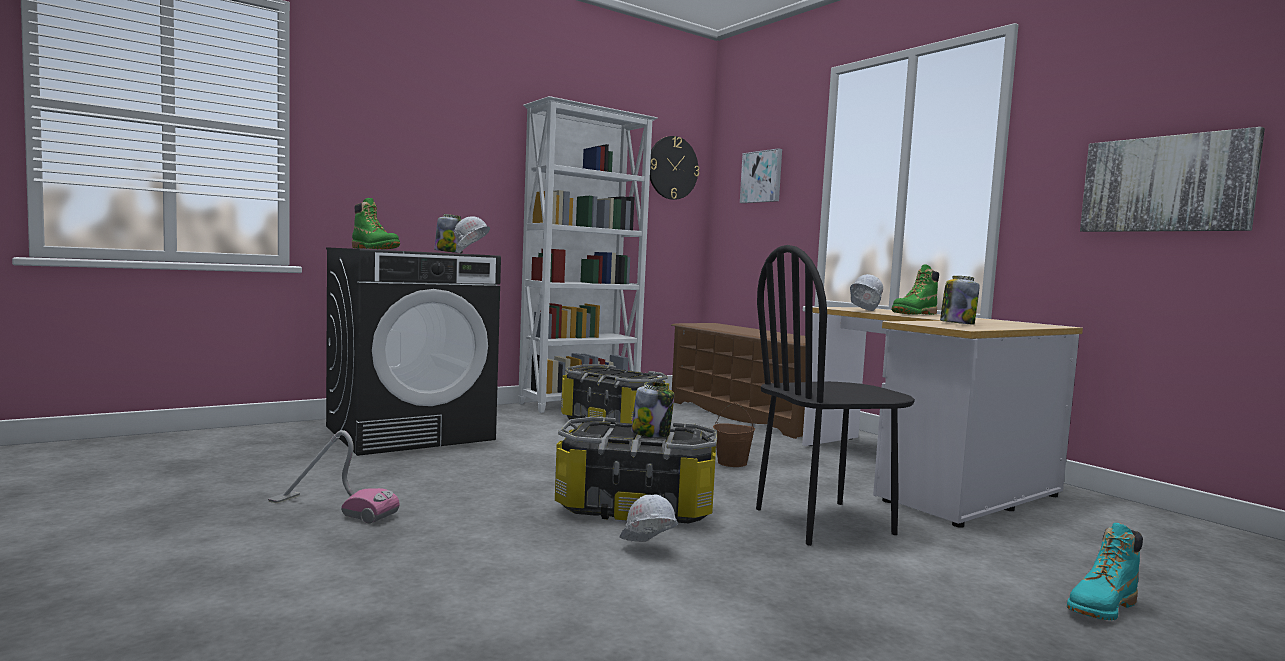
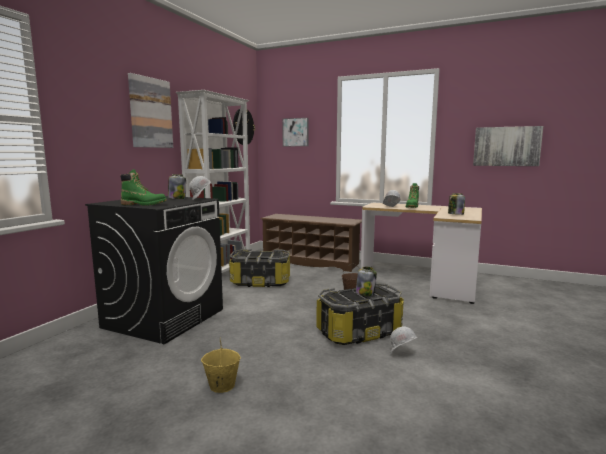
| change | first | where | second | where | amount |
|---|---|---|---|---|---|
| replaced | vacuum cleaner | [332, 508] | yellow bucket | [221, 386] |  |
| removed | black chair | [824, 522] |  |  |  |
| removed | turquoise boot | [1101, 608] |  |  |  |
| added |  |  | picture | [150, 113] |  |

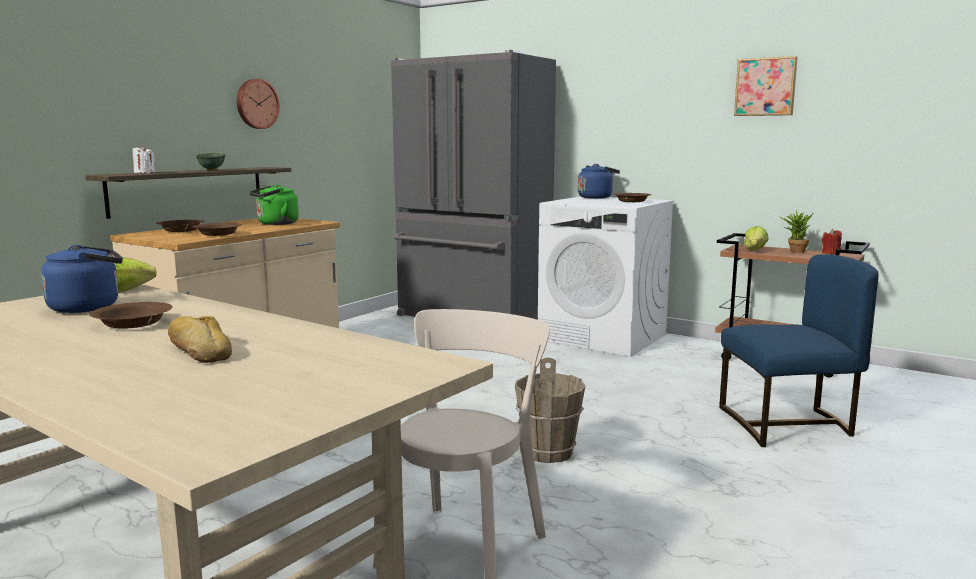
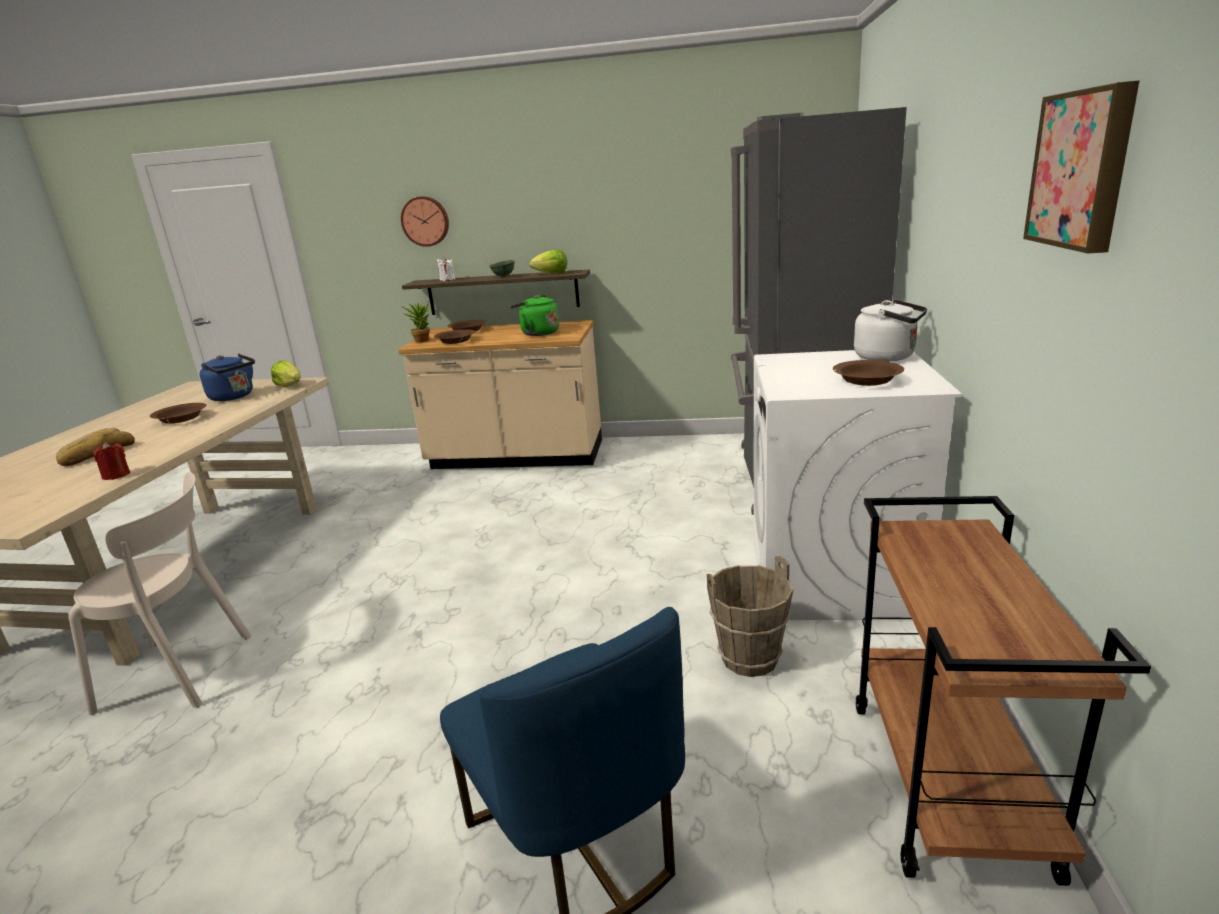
| change | first | where | second | where | amount |
|---|---|---|---|---|---|
| moved | wall clock | [256, 104] |  | [425, 221] |  |
| moved | brown bucket | [549, 453] |  | [750, 659] |  |
| recoloured | blue kettle | [596, 197] | white kettle | [888, 357] |  |
| moved | lettuce | [755, 250] |  | [552, 273] |  |
| moved | potted plant | [794, 251] |  | [422, 340] |  |
| moved | red candle | [830, 253] |  | [116, 475] |  |

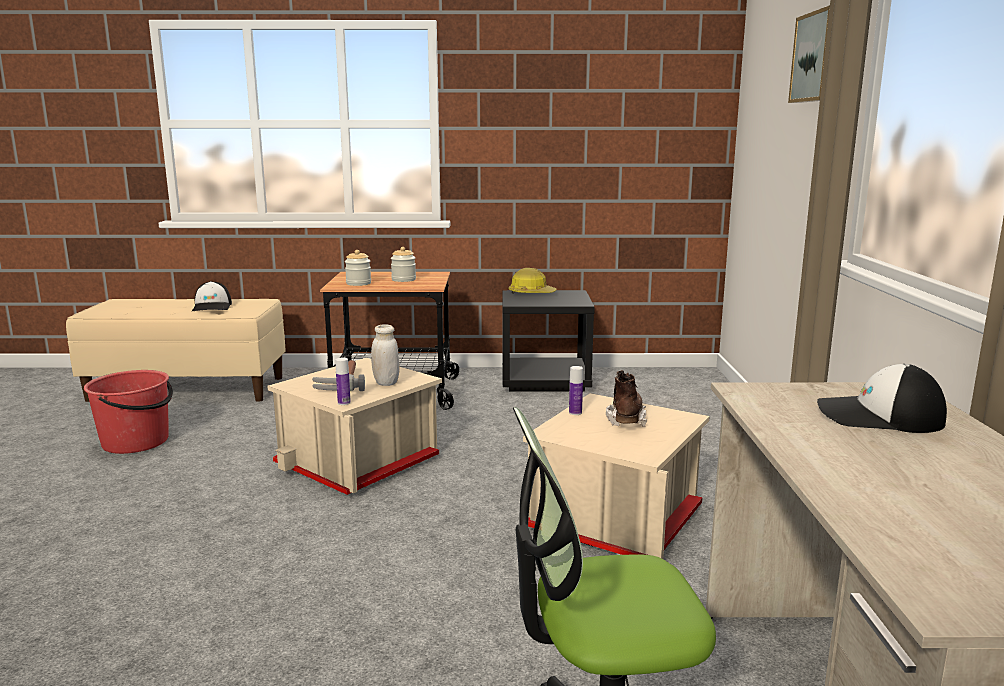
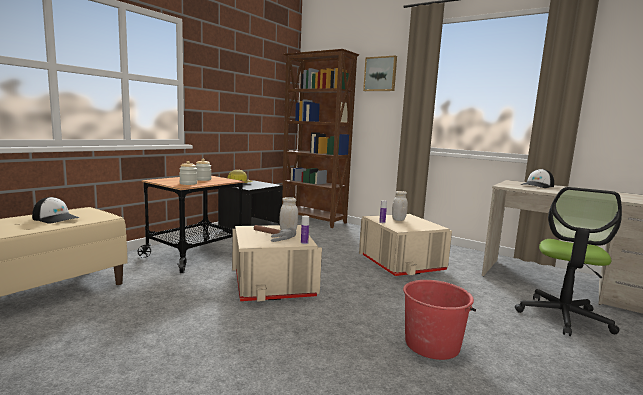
| change | first | where | second | where | amount |
|---|---|---|---|---|---|
| moved | red bucket | [136, 442] |  | [432, 344] |  |
| replaced | brown boot | [626, 418] | white jar | [398, 220] |  |
| added |  |  | brown bookcase | [313, 220] |  |

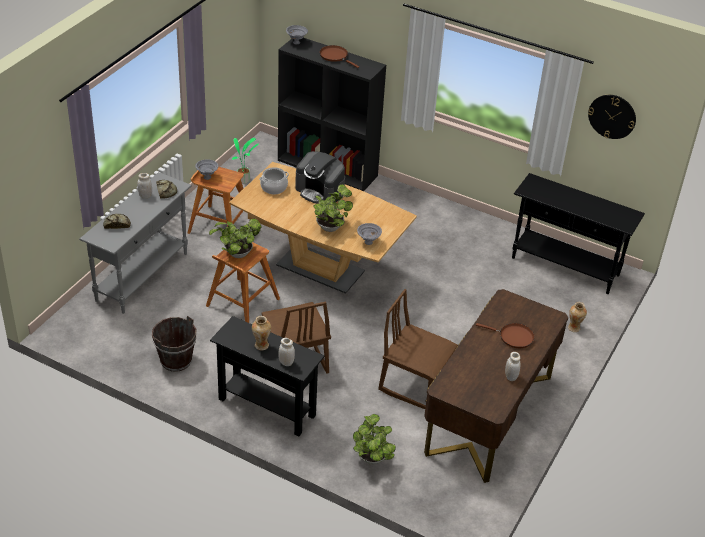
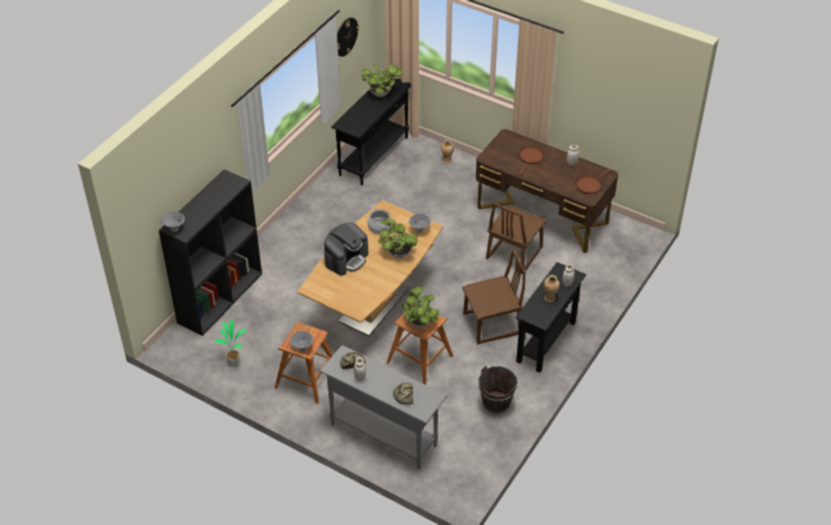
| change | first | where | second | where | amount |
|---|---|---|---|---|---|
| moved | cooking pot | [274, 188] |  | [380, 227] |  |
| moved | brown frying pan | [335, 56] |  | [589, 185] |  |
| moved | potted plant | [372, 460] |  | [382, 93] |  |

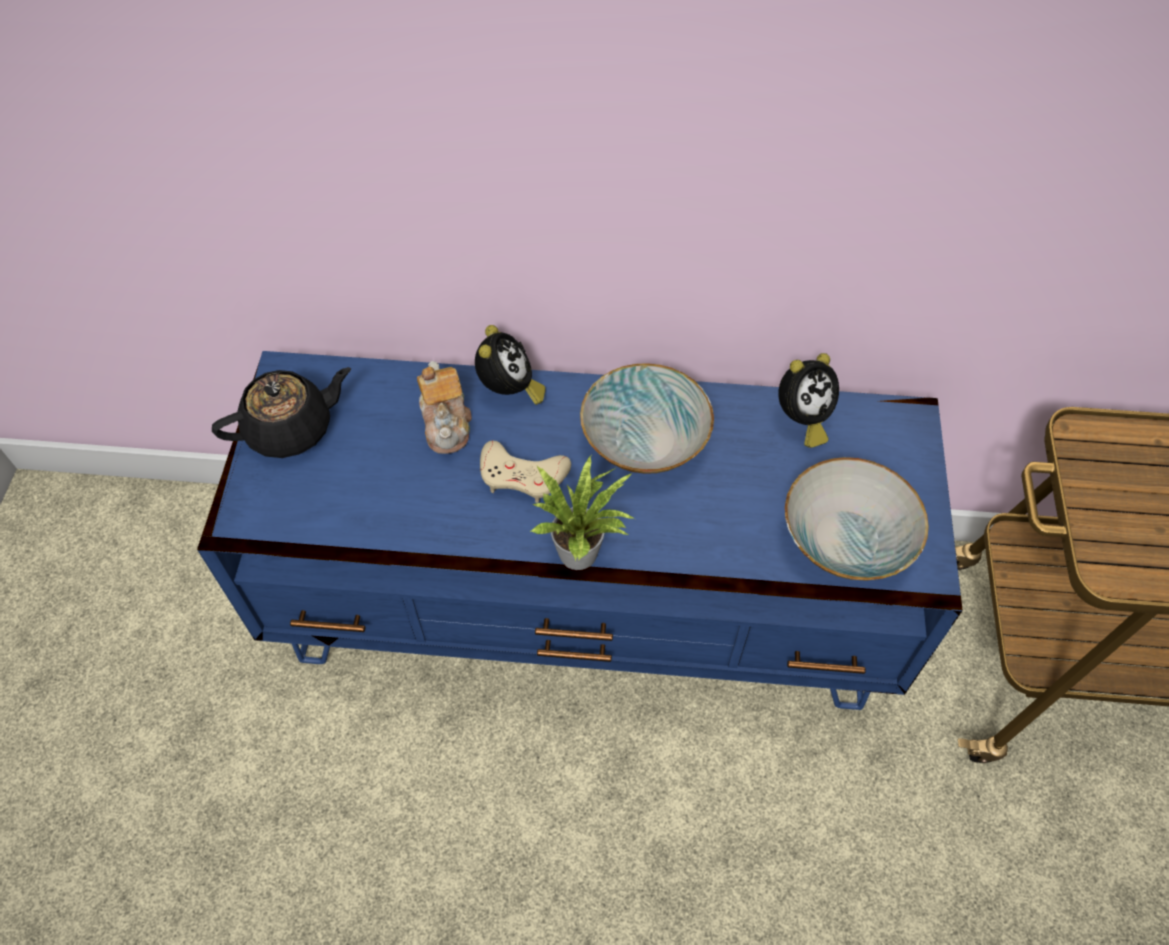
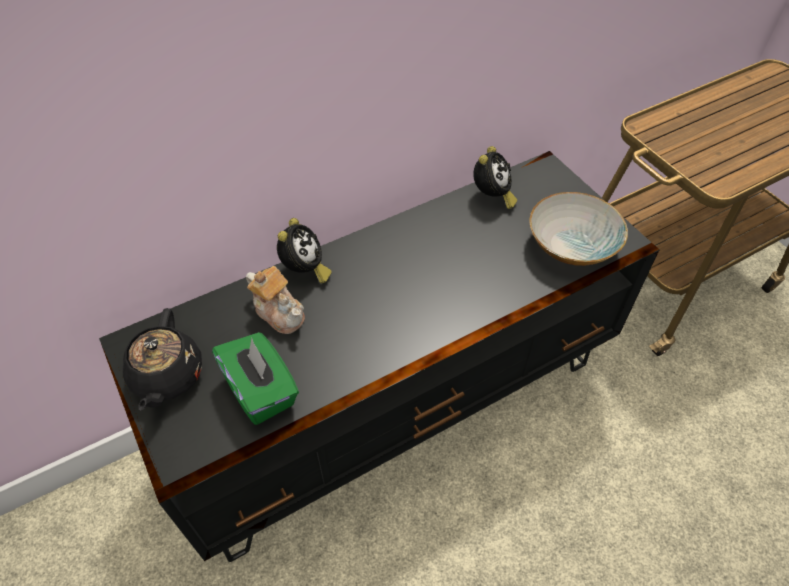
| change | first | where | second | where | amount |
|---|---|---|---|---|---|
| recoloured | blue tv stand | [586, 611] | black tv stand | [395, 406] |  |
| turned | black teapot | [292, 429] |  | [167, 377] | 150 degrees clockwise |
| turned | alarm clock | [509, 391] |  | [305, 270] | 45 degrees clockwise |
| removed | beige game controller | [522, 476] |  |  |  |
| removed | potted plant | [583, 552] |  |  |  |
| removed | bowl | [646, 439] |  |  |  |
| added |  |  | green tissue box | [261, 390] |  |

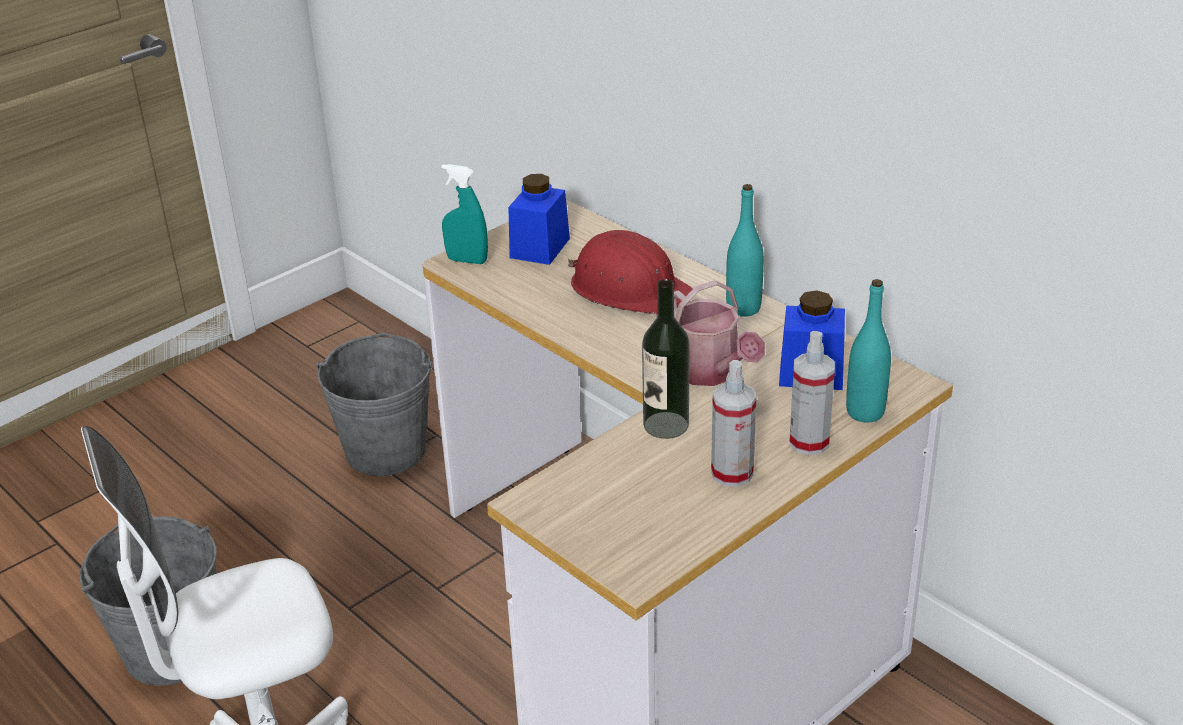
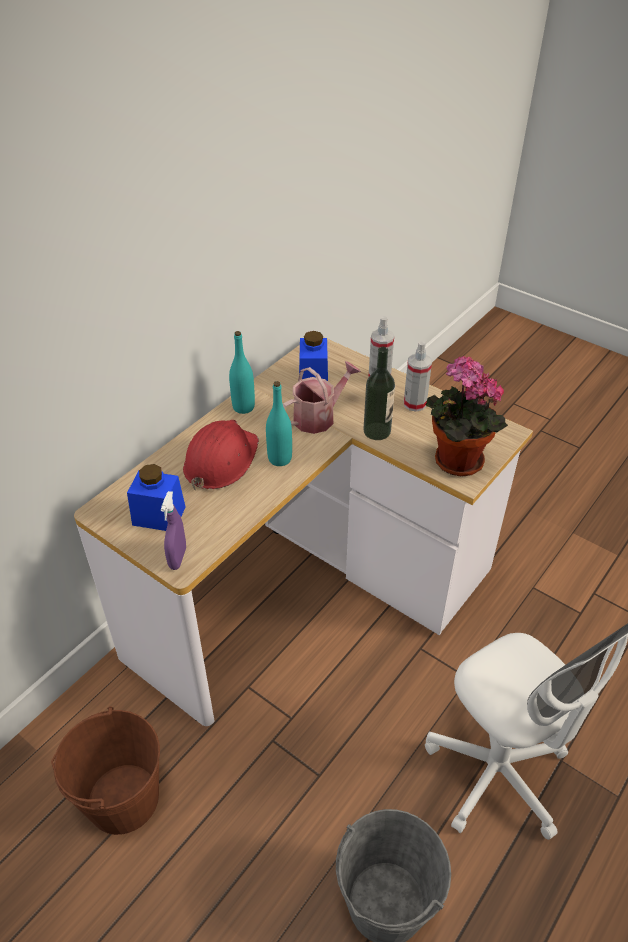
| change | first | where | second | where | amount |
|---|---|---|---|---|---|
| recoloured | grey bucket | [386, 451] | brown bucket | [123, 798] |  |
| recoloured | turquoise spray bottle | [467, 260] | purple spray bottle | [177, 558] |  |
| moved | turquoise bottle | [865, 412] |  | [280, 459] |  |
| added |  |  | potted plant | [454, 462] |  |

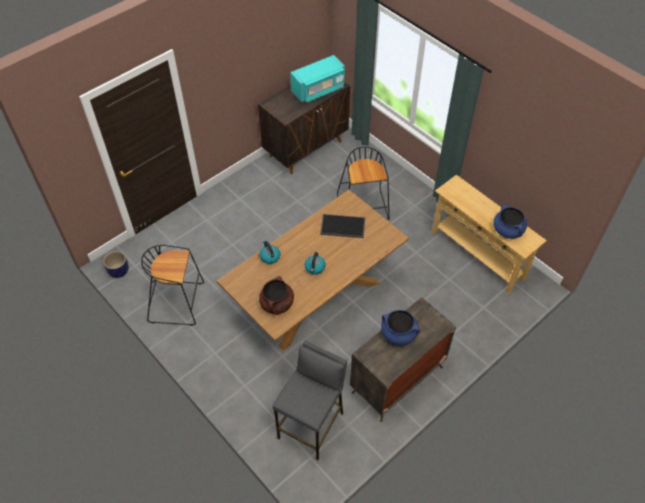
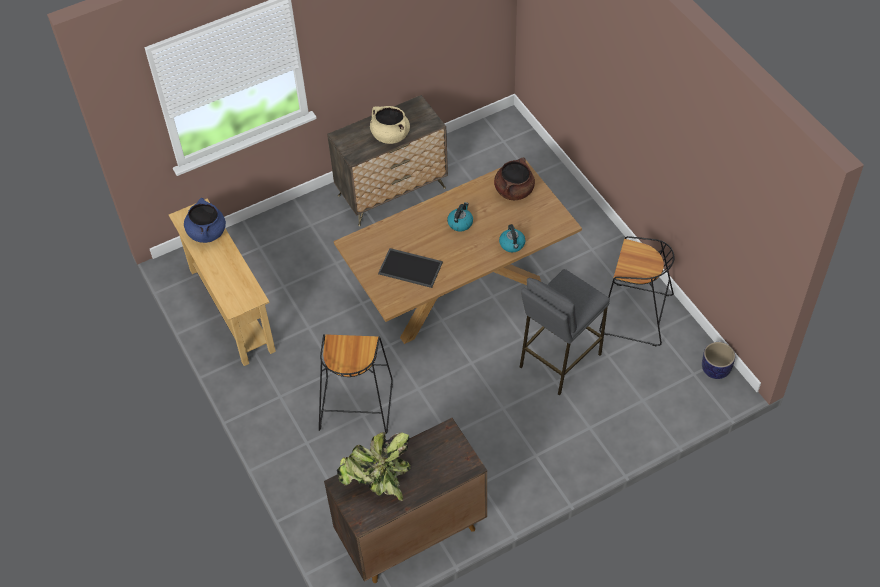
| change | first | where | second | where | amount |
|---|---|---|---|---|---|
| moved | grey stool | [311, 426] |  | [559, 360] |  |
| replaced | turquoise microwave | [318, 90] | potted plant | [379, 481] |  |
| recoloured | blue cooking pot | [399, 334] | beige cooking pot | [390, 135] |  |

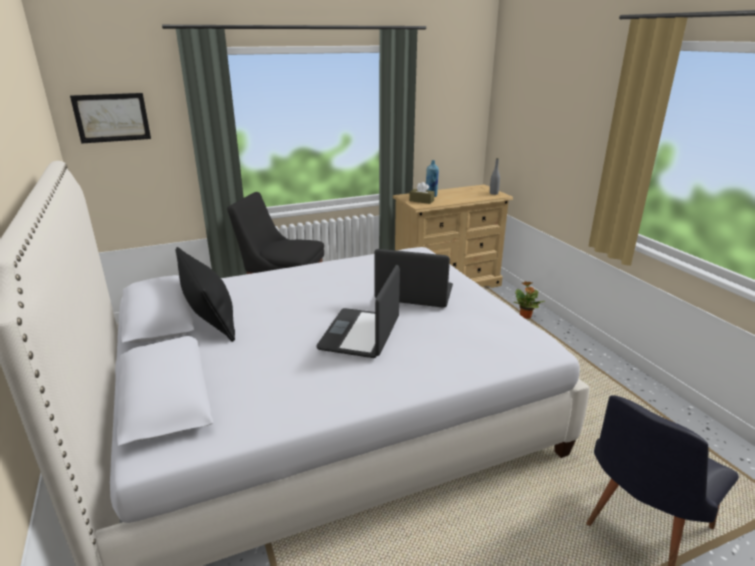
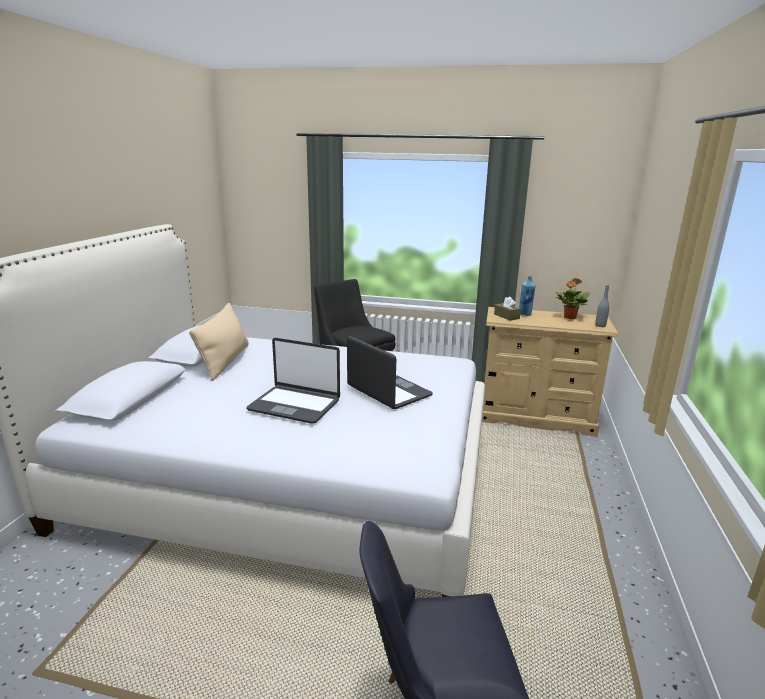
| change | first | where | second | where | amount |
|---|---|---|---|---|---|
| removed | picture | [112, 117] |  |  |  |
| recoloured | black pillow | [209, 317] | beige pillow | [225, 361] |  |
| turned | laptop | [361, 334] |  | [295, 405] | 120 degrees counterclockwise |
| moved | potted plant | [525, 317] |  | [569, 317] |  |

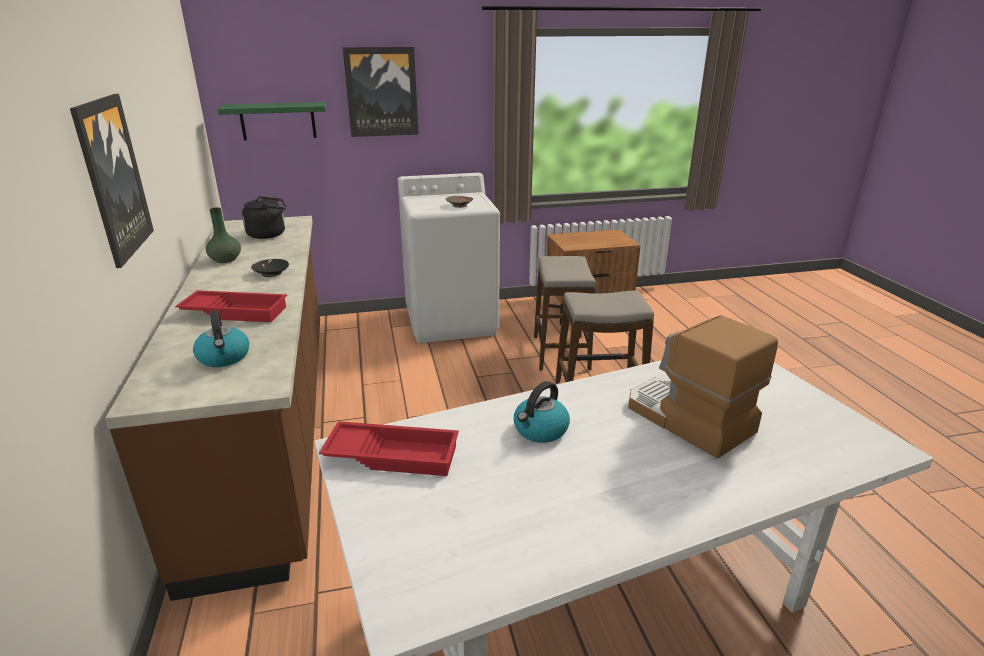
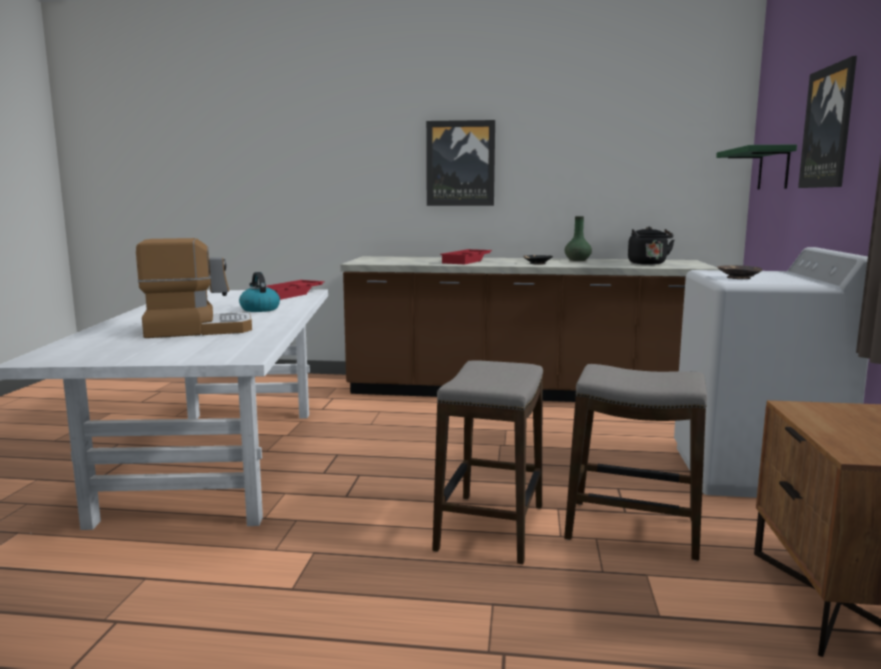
| change | first | where | second | where | amount |
|---|---|---|---|---|---|
| removed | kettle | [224, 357] |  |  |  |

